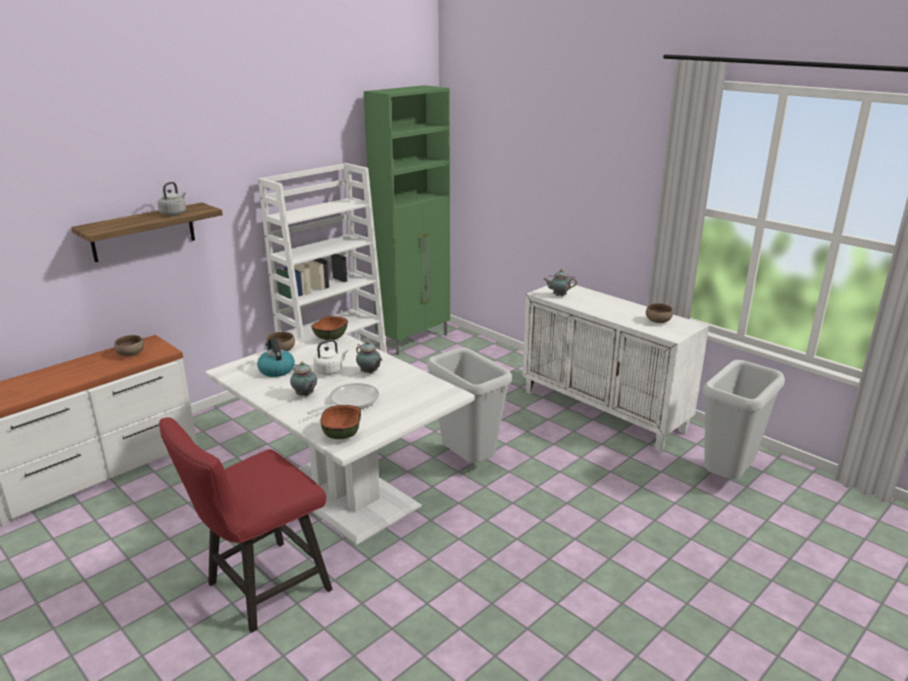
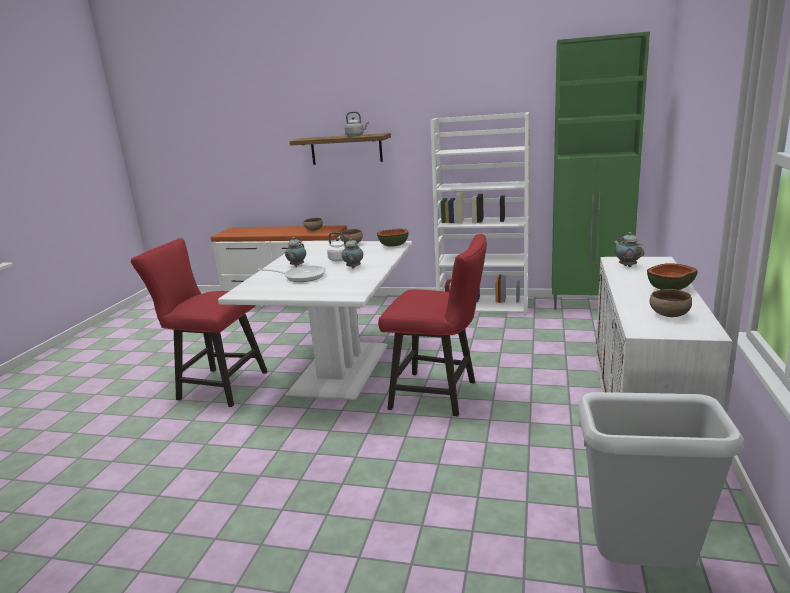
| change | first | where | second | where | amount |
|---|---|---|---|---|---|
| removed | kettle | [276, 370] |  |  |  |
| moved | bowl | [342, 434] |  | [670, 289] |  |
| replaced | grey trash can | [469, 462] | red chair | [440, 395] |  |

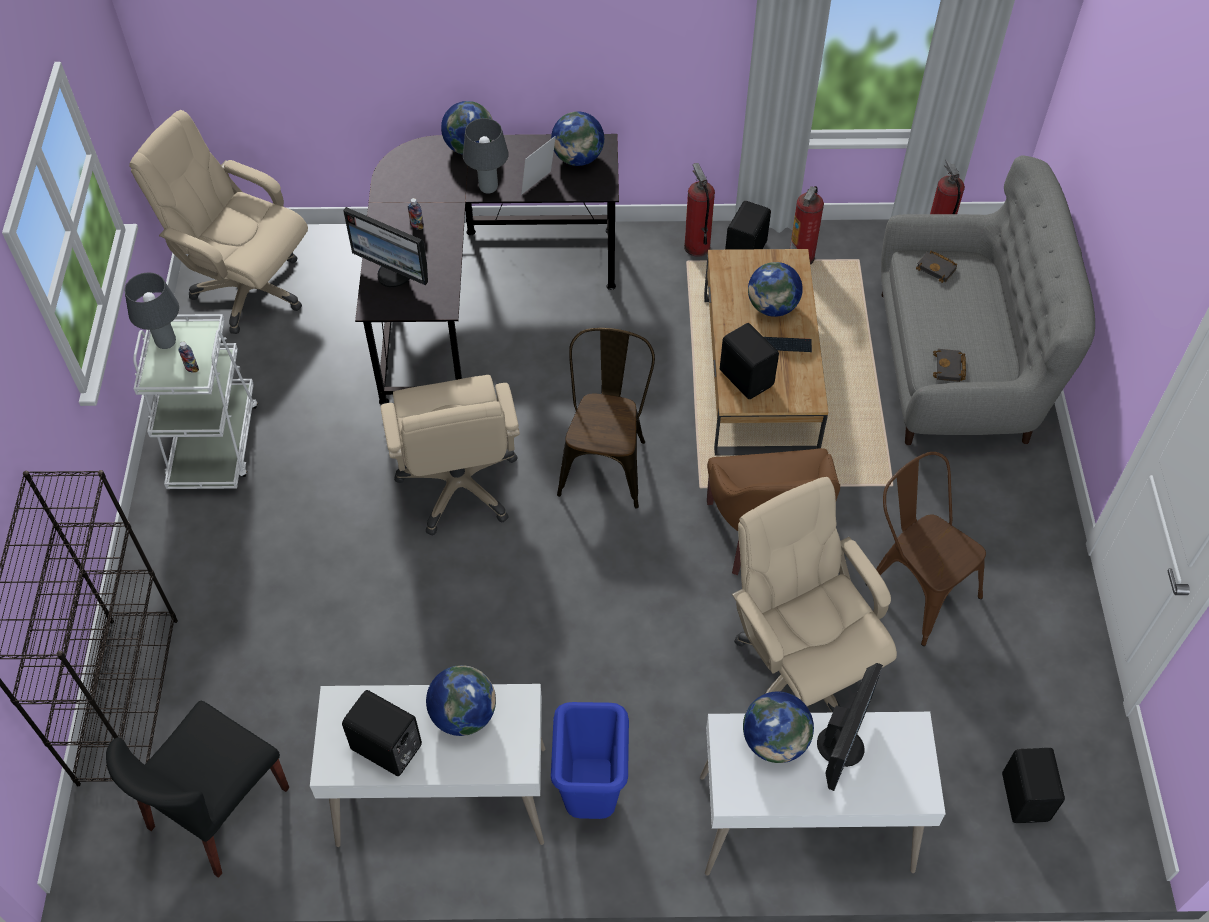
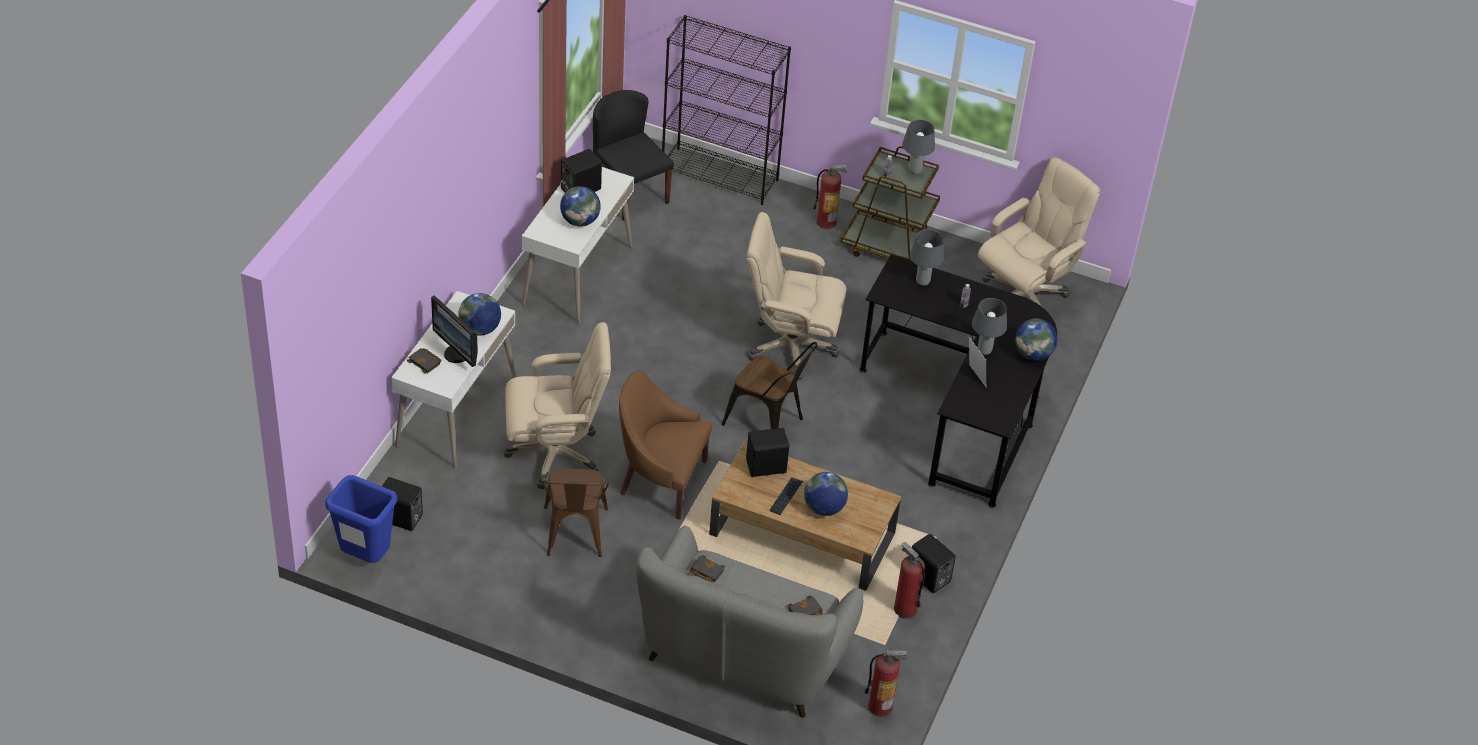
| change | first | where | second | where | amount |
|---|---|---|---|---|---|
| recoloured | white cart | [214, 443] | brown cart | [890, 249] |  |
| replaced | monitor | [395, 274] | grey table lamp | [922, 282] |  |
| removed | globe | [578, 158] |  |  |  |
| moved | blue trash can | [591, 798] |  | [365, 557] |  |
| moved | fire extinguisher | [696, 246] |  | [826, 222] |  |
| turned | brown chair | [915, 586] |  | [574, 536] | 105 degrees clockwise |
| added |  |  | black book | [425, 362] |  |

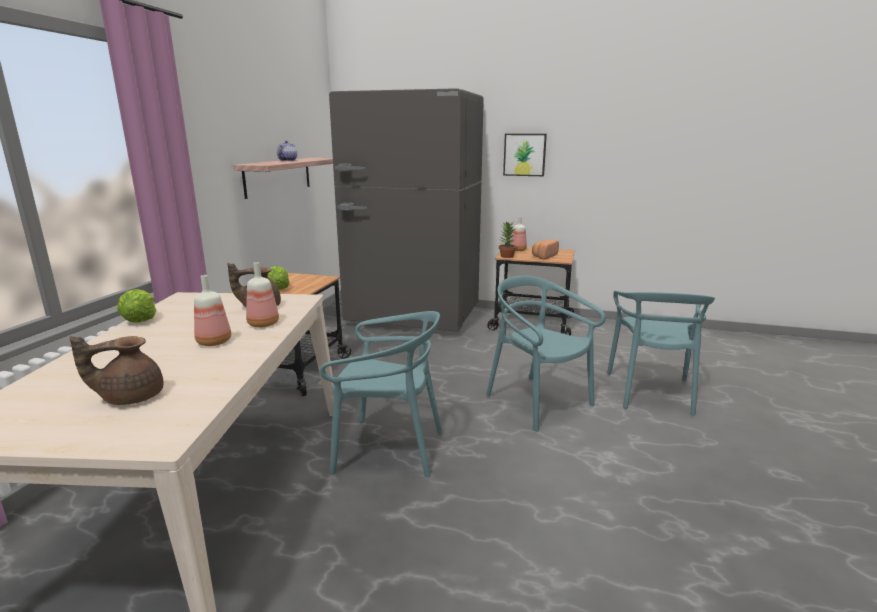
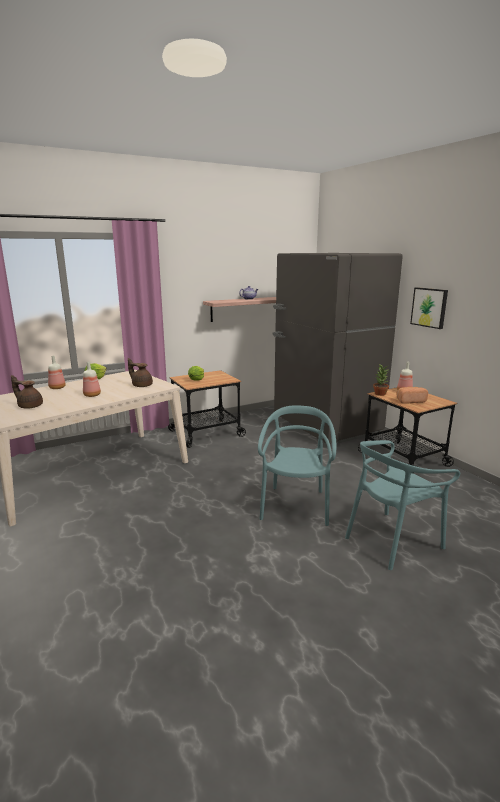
| change | first | where | second | where | amount |
|---|---|---|---|---|---|
| moved | bottle | [264, 324] |  | [57, 388] |  |
| removed | turquoise chair | [388, 449] |  |  |  |

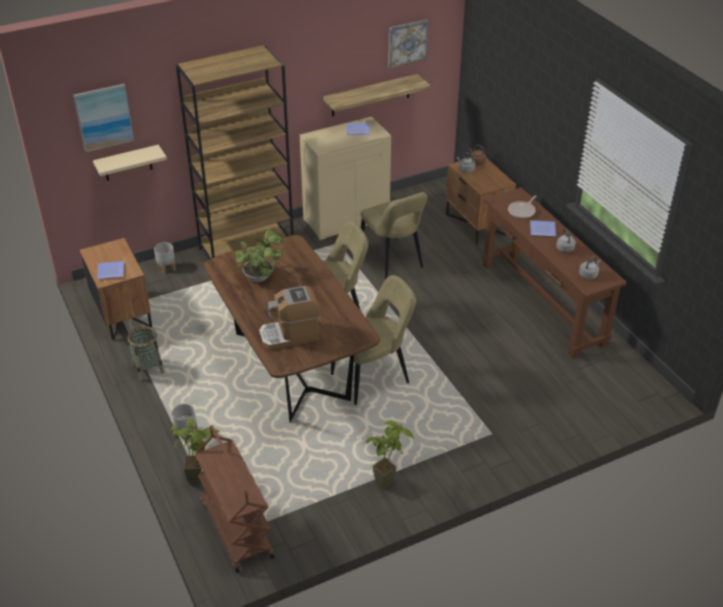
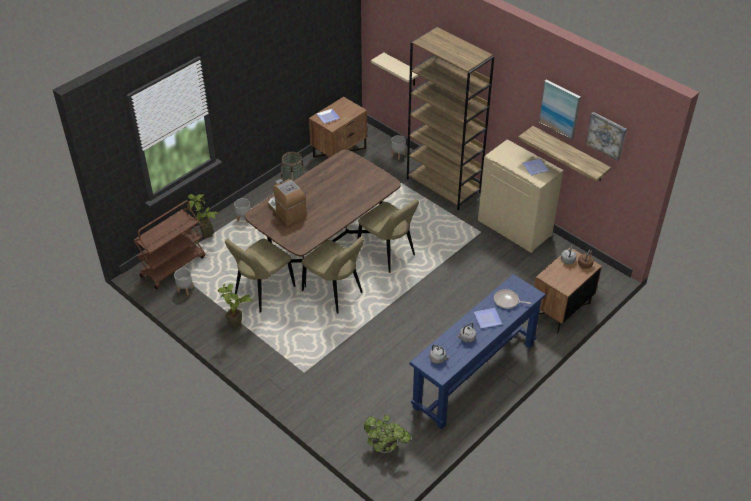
| change | first | where | second | where | amount |
|---|---|---|---|---|---|
| moved | picture | [104, 117] |  | [560, 109] |  |
| moved | potted plant | [260, 276] |  | [386, 447] |  |
| moved | beige chair | [392, 261] |  | [262, 292] |  |
| recoloured | brown console table | [542, 303] | blue console table | [474, 375] |  |
| added |  |  | grey planter | [185, 289] |  |

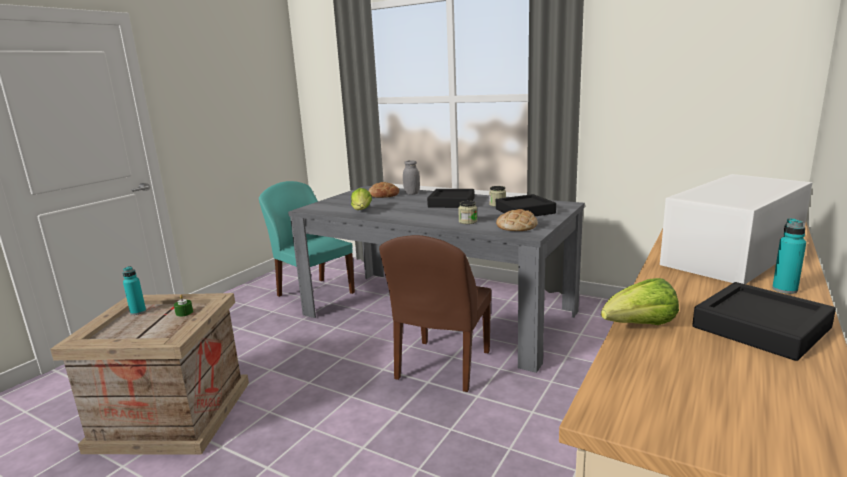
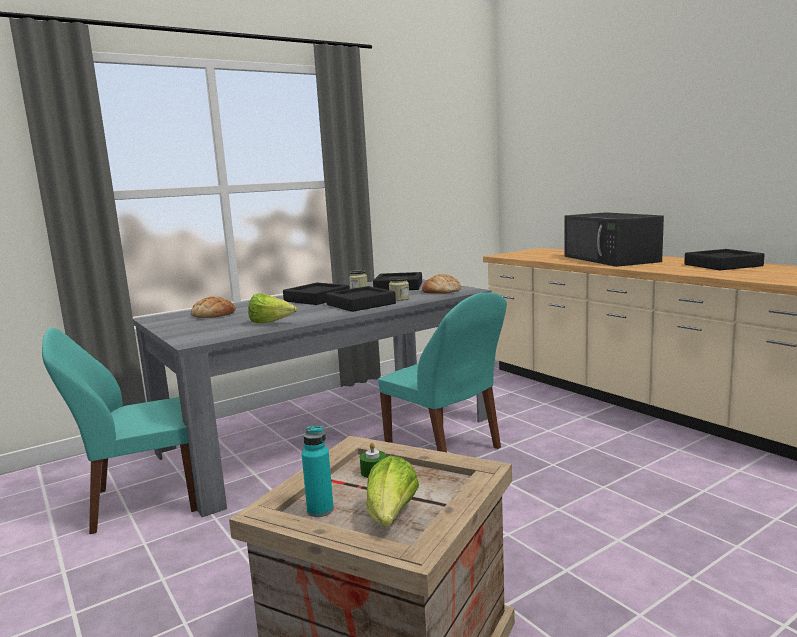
| change | first | where | second | where | amount |
|---|---|---|---|---|---|
| recoloured | brown chair | [442, 366] | turquoise chair | [445, 451] |  |
| removed | grey jar | [412, 193] |  |  |  |
| moved | lettuce | [639, 326] |  | [391, 517] |  |
| recoloured | white microwave | [732, 256] | black microwave | [611, 259] |  |
| removed | turquoise bottle | [784, 289] |  |  |  |
| added |  |  | black tray | [361, 304] |  |

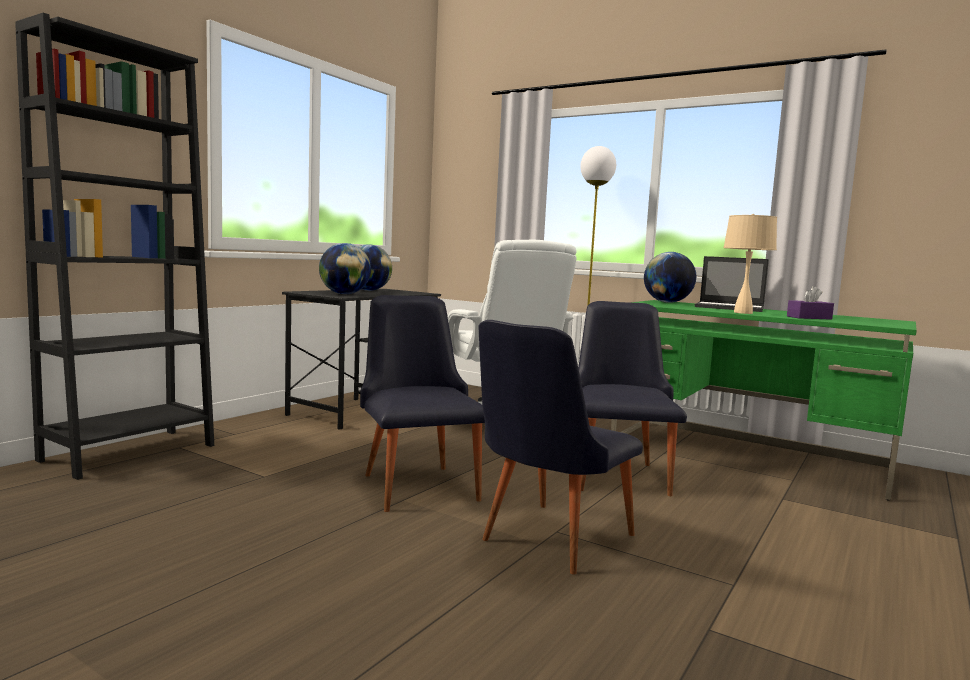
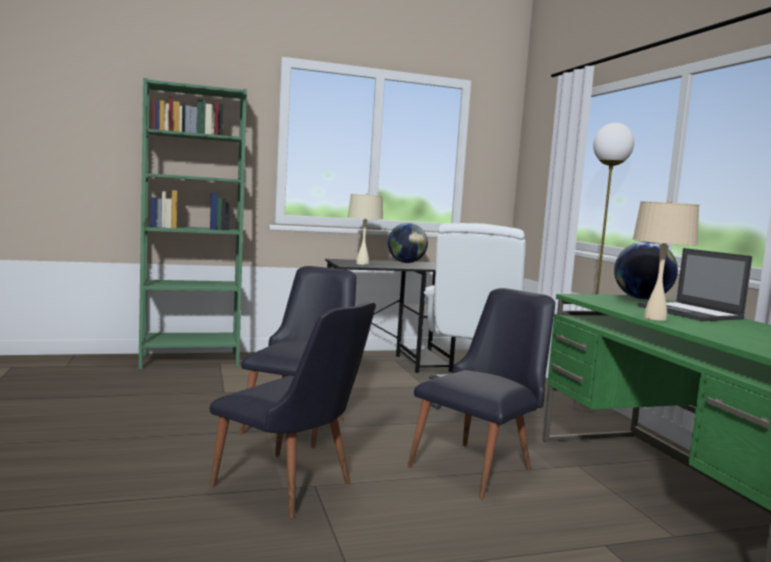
| change | first | where | second | where | amount |
|---|---|---|---|---|---|
| recoloured | black bookcase | [129, 452] | green bookcase | [190, 360] |  |
| replaced | globe | [344, 294] | beige table lamp | [362, 264] |  |
| turned | black chair | [547, 541] |  | [292, 488] | 135 degrees counterclockwise |
| removed | purple tissue box | [809, 317] |  |  |  |

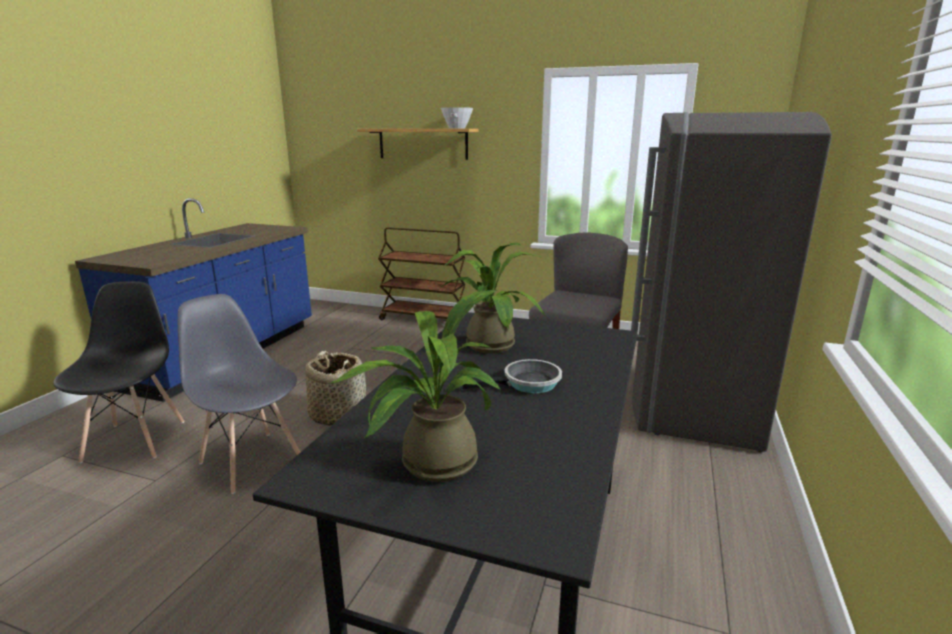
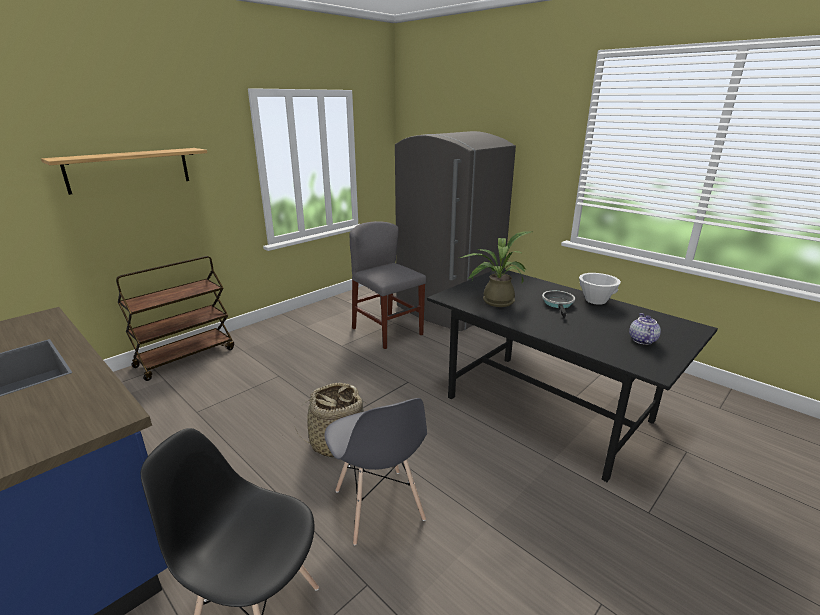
| change | first | where | second | where | amount |
|---|---|---|---|---|---|
| turned | grey chair | [251, 461] |  | [378, 506] | 90 degrees counterclockwise |
| replaced | potted plant | [429, 464] | teapot | [641, 340] |  |
| moved | white bowl | [457, 128] |  | [595, 300] |  |

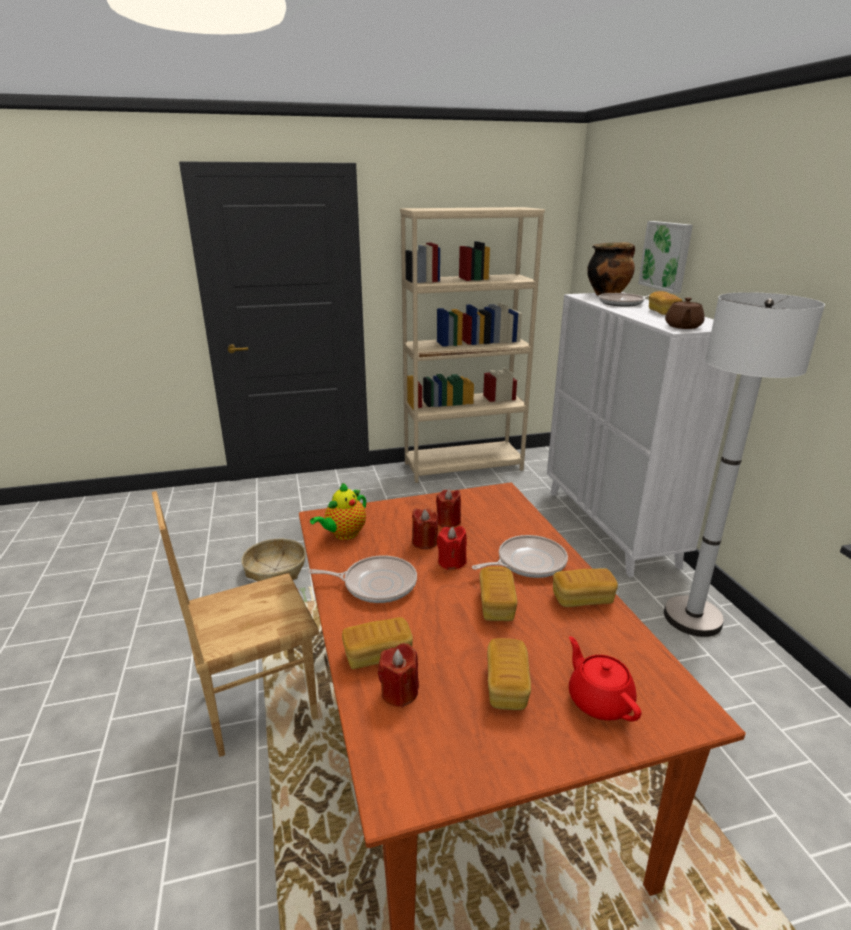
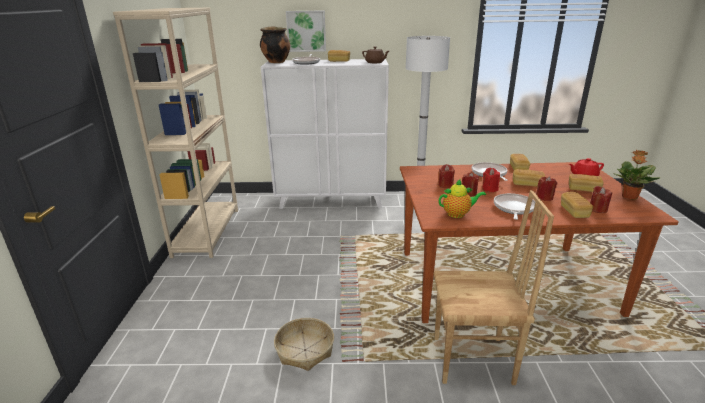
| change | first | where | second | where | amount |
|---|---|---|---|---|---|
| turned | brown chair | [258, 705] |  | [473, 361] | 75 degrees counterclockwise |
| turned | teapot | [344, 534] |  | [458, 214] | 60 degrees counterclockwise |
| added |  |  | red candle | [544, 197] |  |
| added |  |  | potted plant | [629, 197] |  |

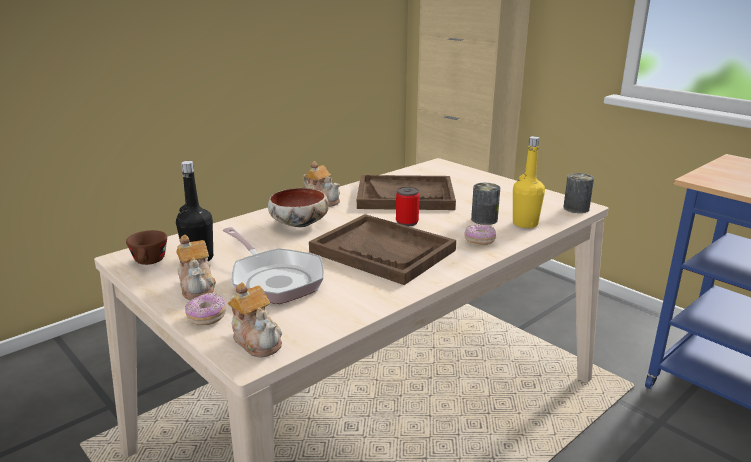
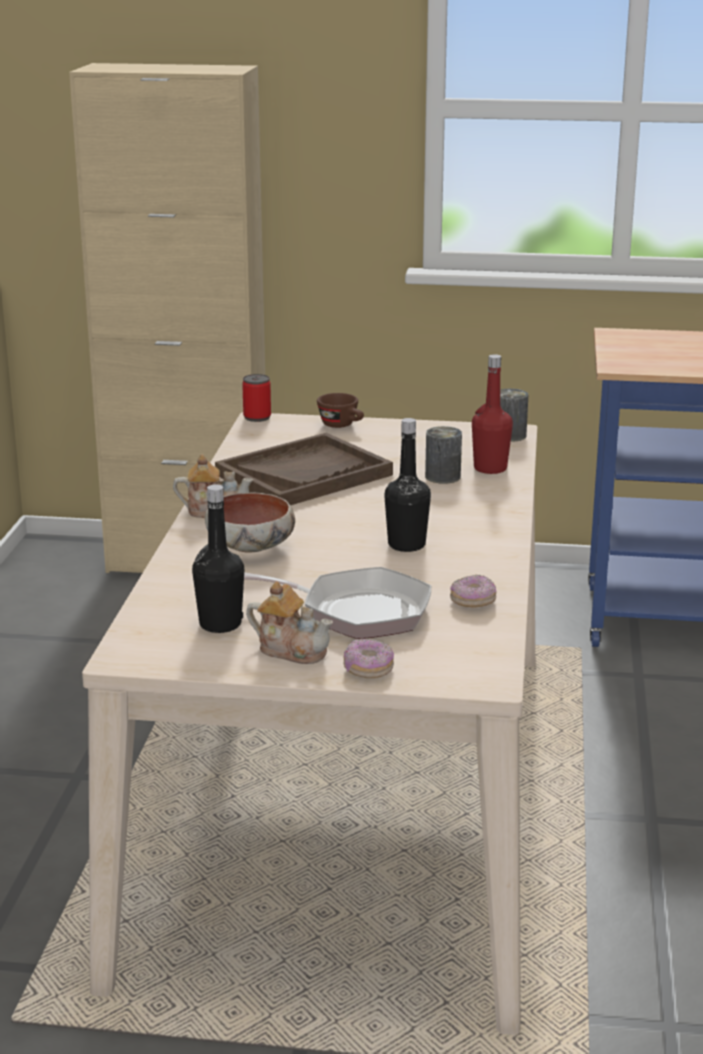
| change | first | where | second | where | amount |
|---|---|---|---|---|---|
| moved | brown cup | [149, 262] |  | [342, 425] |  |
| removed | teapot | [257, 340] |  |  |  |
| replaced | brown tray | [383, 251] | black bottle | [406, 545] |  |
| moved | can | [407, 222] |  | [257, 417] |  |
| moved | donut | [479, 241] |  | [473, 602] |  |
| recoloured | yellow bottle | [525, 223] | red bottle | [490, 468] |  |

